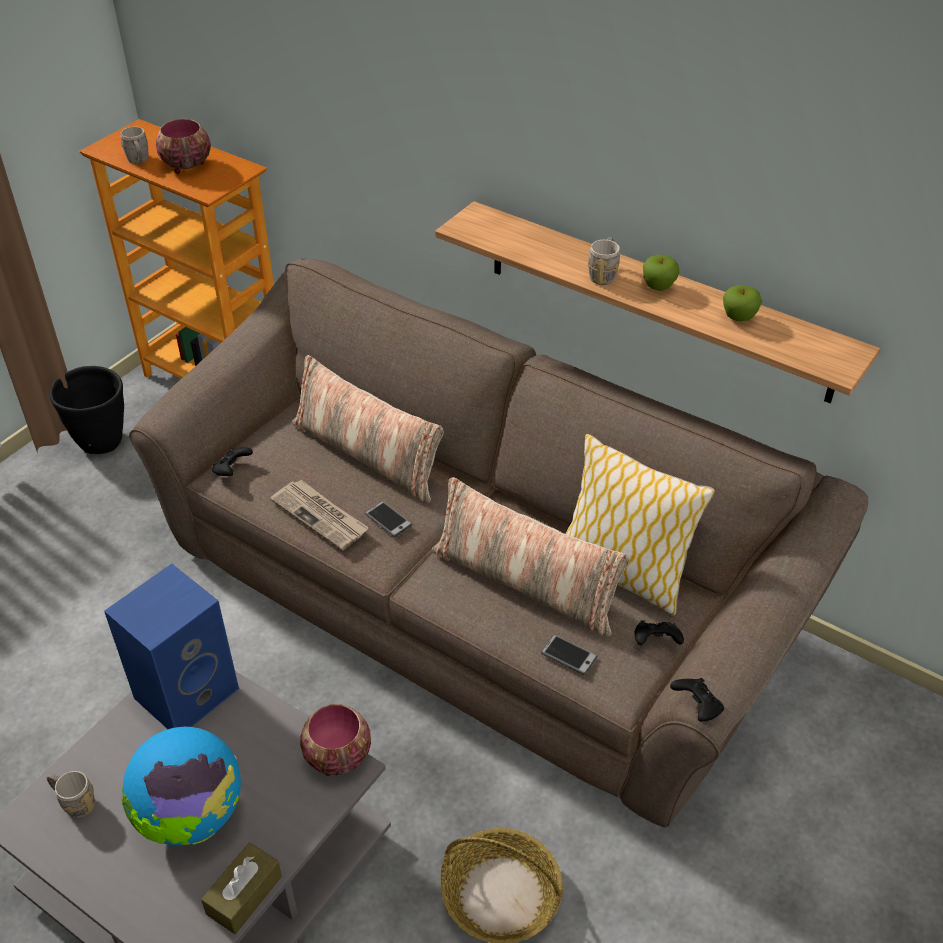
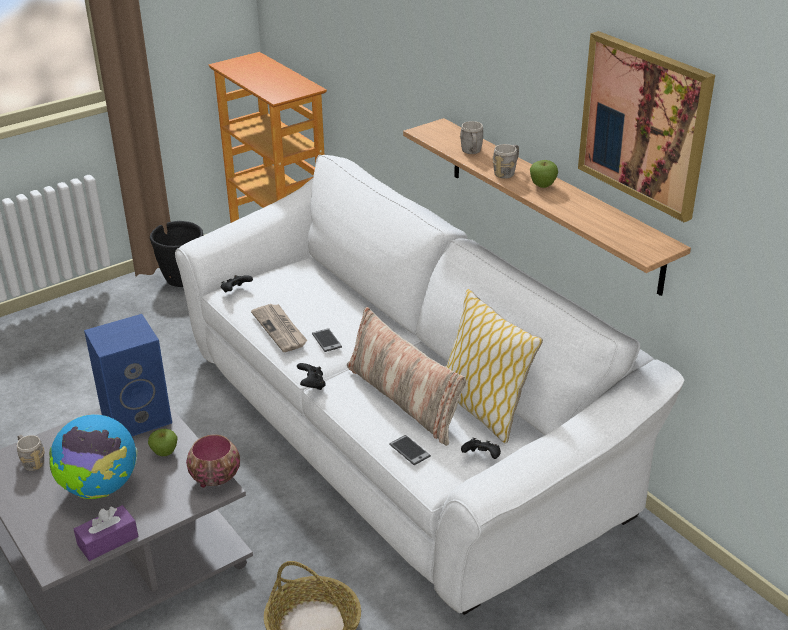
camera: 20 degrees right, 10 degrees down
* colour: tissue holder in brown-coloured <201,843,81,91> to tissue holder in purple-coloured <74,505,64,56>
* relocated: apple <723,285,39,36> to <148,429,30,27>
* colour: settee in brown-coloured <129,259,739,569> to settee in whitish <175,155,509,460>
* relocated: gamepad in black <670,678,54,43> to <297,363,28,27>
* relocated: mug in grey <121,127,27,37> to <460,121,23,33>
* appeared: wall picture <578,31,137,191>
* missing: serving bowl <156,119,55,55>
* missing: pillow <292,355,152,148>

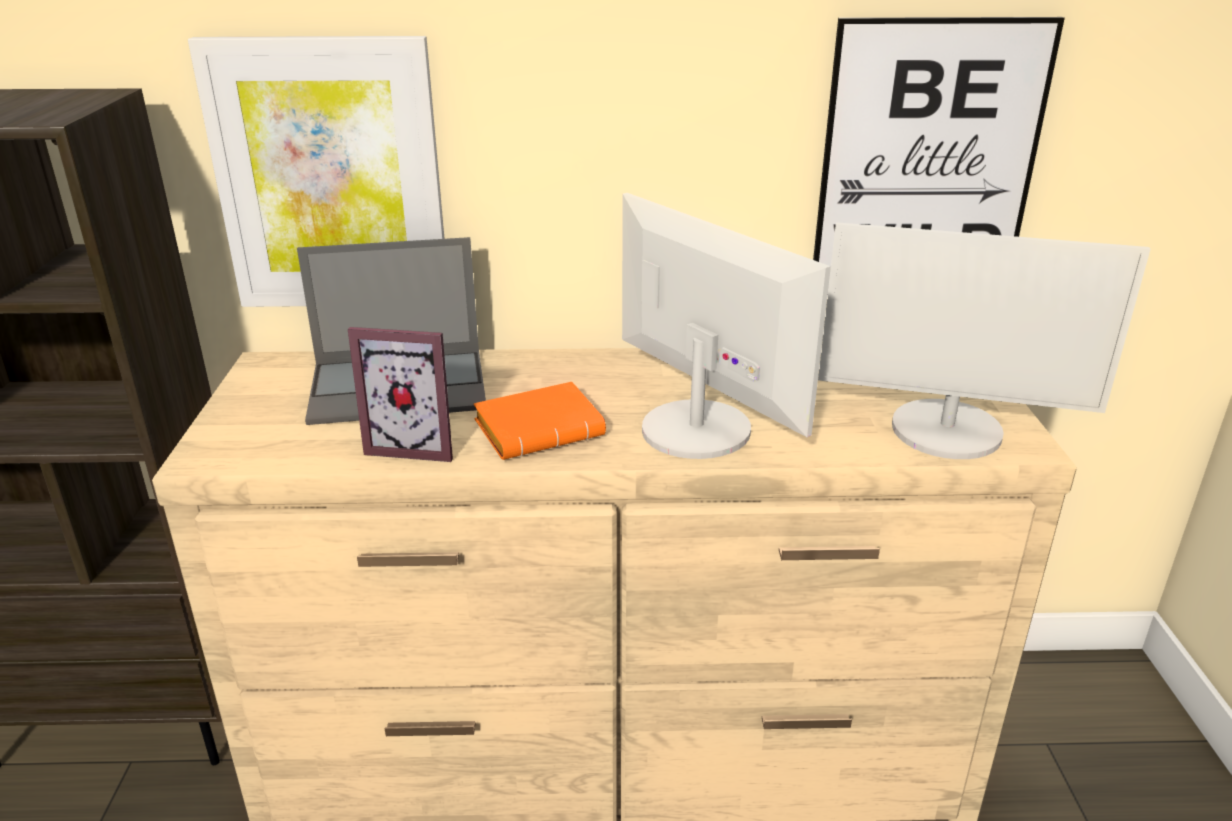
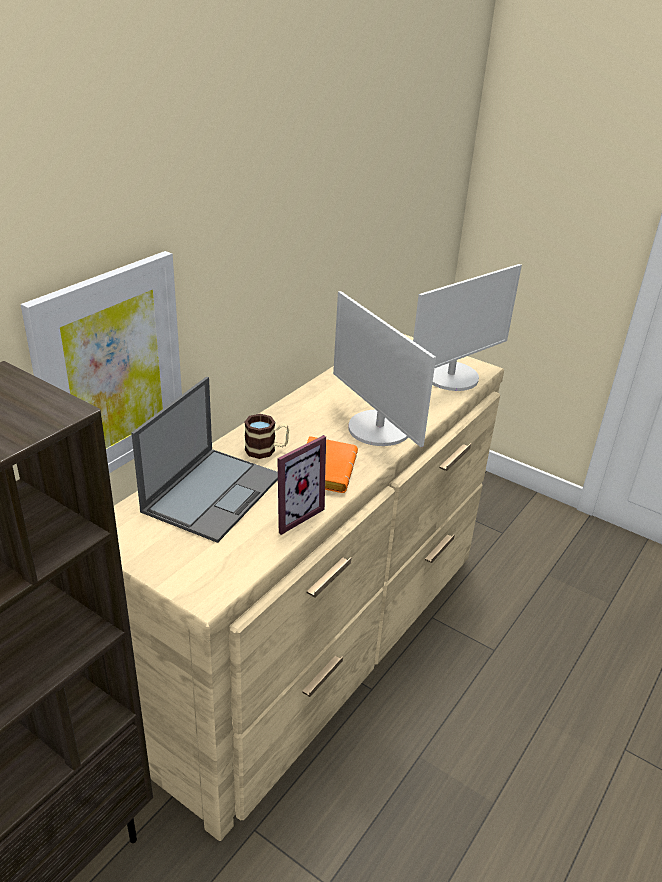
camera: 55 degrees left, 5 degrees up
* appeared: mug <244,414,45,45>
* spun: monitor <622,193,209,266> = <333,291,103,156> 120 degrees counterclockwise
* missing: wall picture <813,17,252,279>

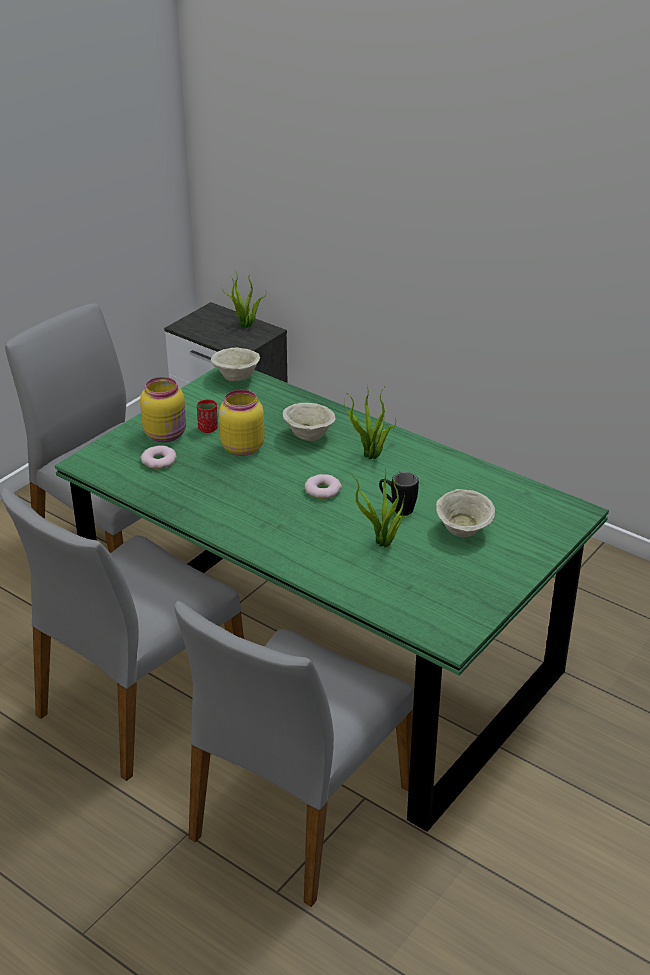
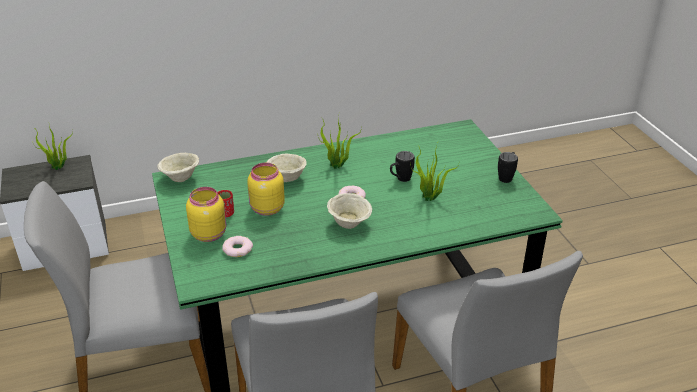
camera: 55 degrees left, 0 degrees up
* relocated: serving bowl in sand-coloured <436,489,59,48> to <327,193,45,36>
* appeared: mug in black <498,152,20,31>

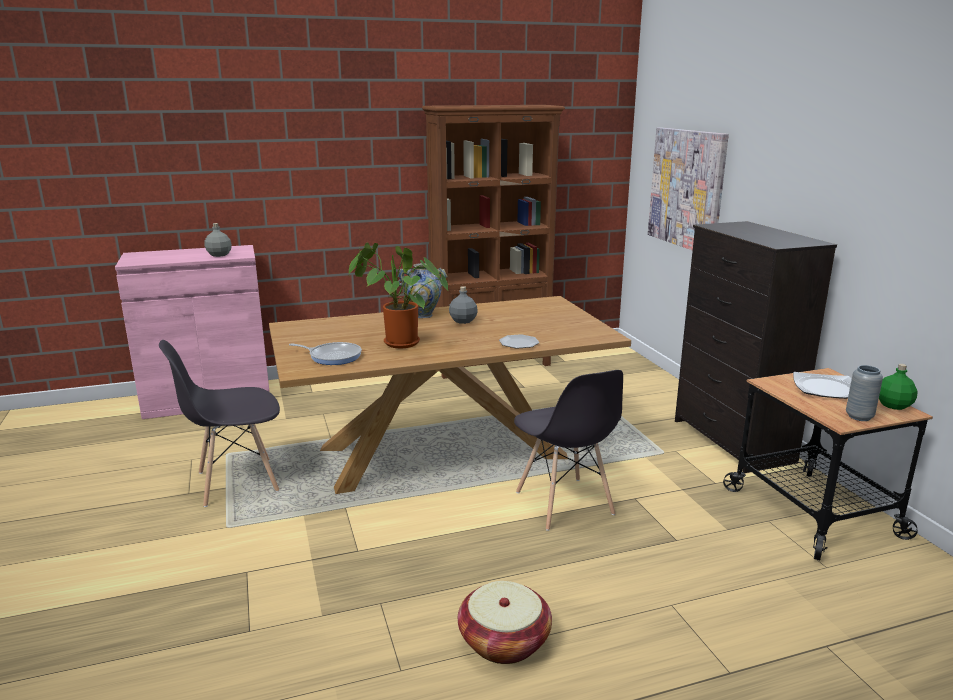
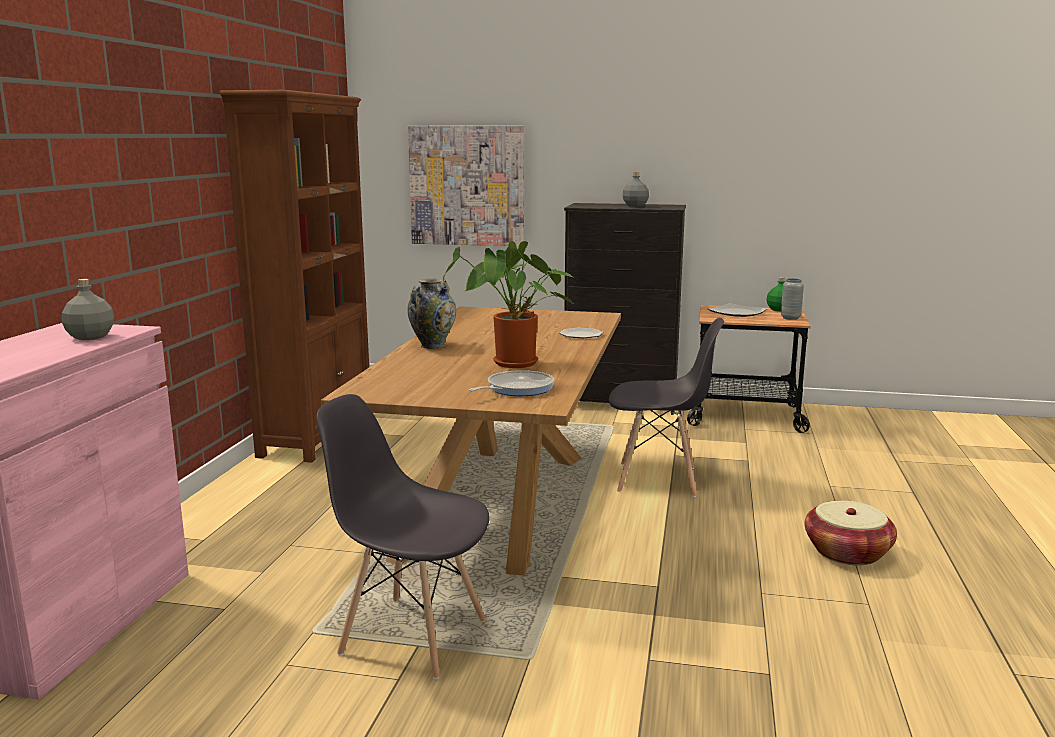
camera: 60 degrees left, 5 degrees down
* spun: chair in grey <159,340,121,167> = <317,394,172,285> 105 degrees clockwise
* relocated: beverage bottle in grey <449,286,29,38> to <622,172,27,35>

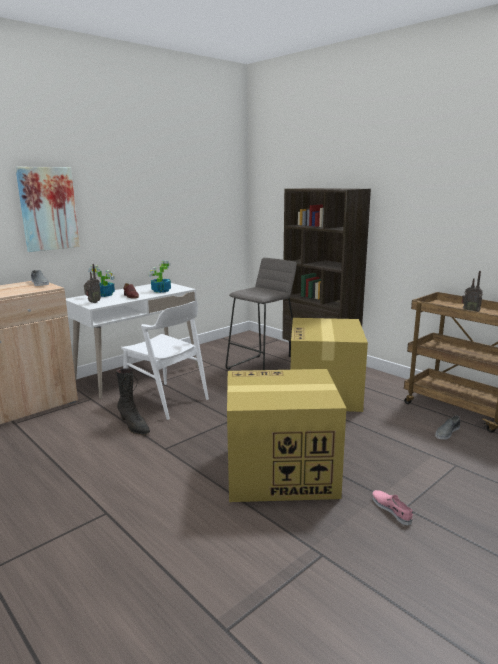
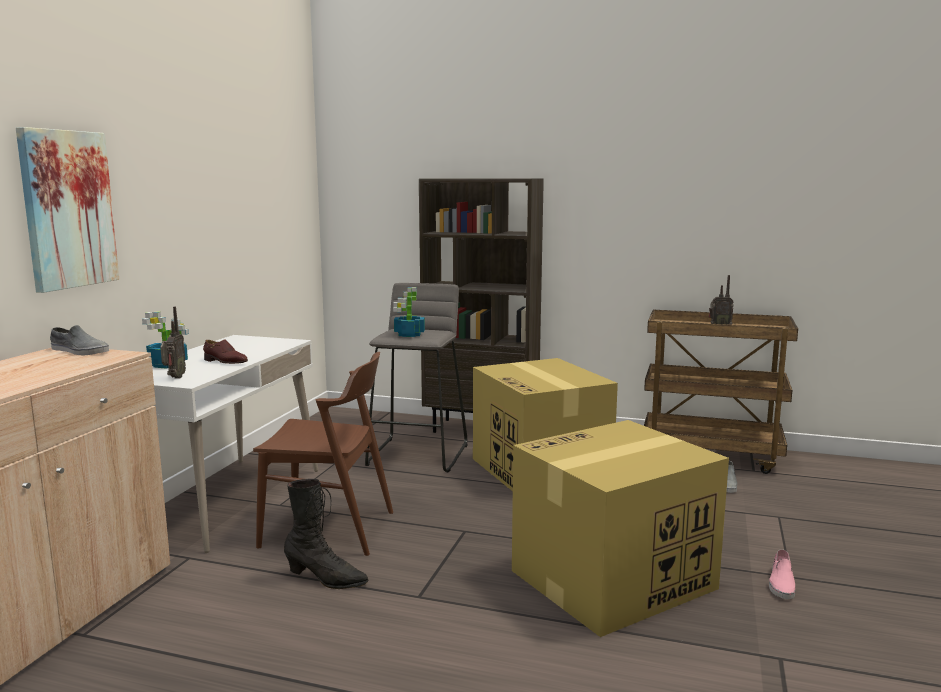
camera: 30 degrees left, 5 degrees down
* colour: chair in whitish <121,301,88,119> to chair in brown-coloured <253,352,140,204>
* relocated: houseplant <148,261,23,32> to <393,287,32,50>
* spun: low shoe in pink <372,490,41,36> = <769,549,26,50> 105 degrees counterclockwise

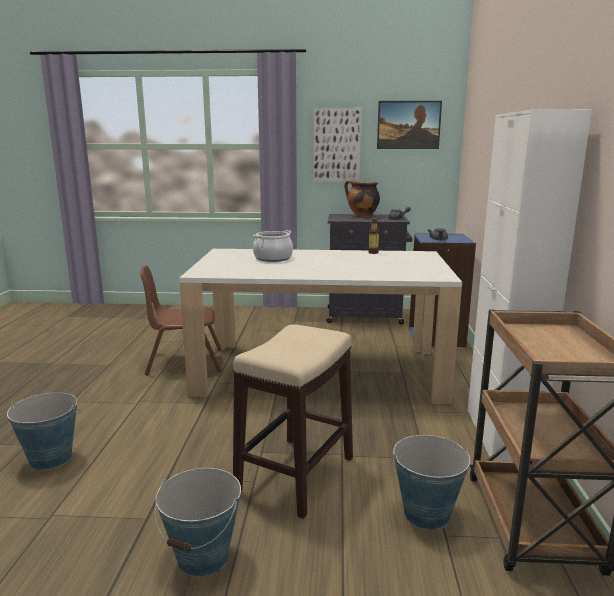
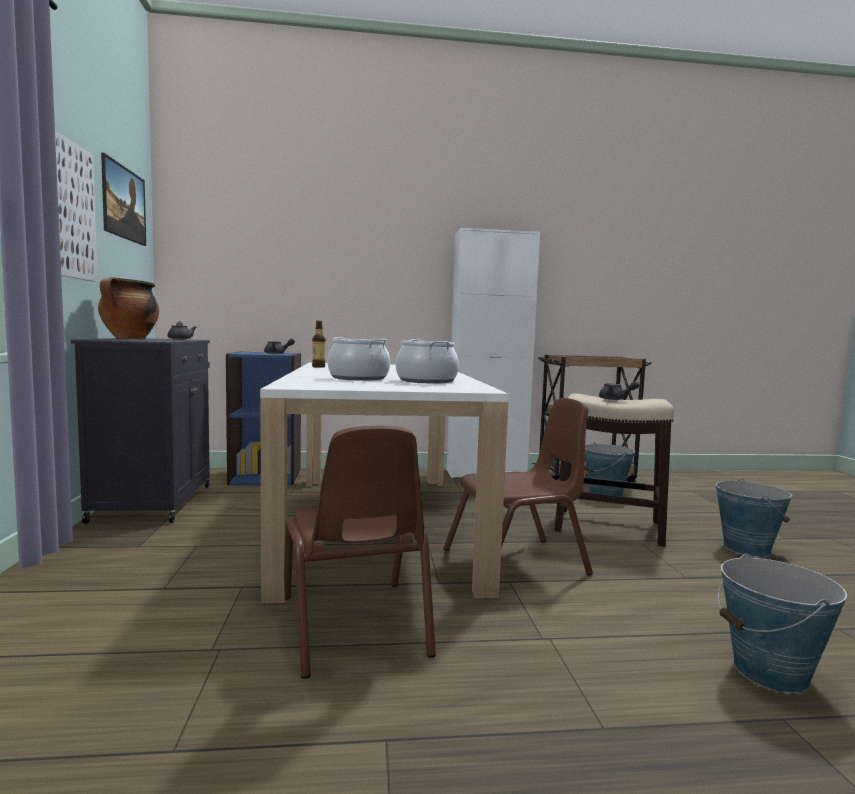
camera: 100 degrees left, 10 degrees down
* appeared: stockpot <396,339,63,45>
* appeared: chair in brown-coloured <444,398,149,177>
* appeared: teapot in grey <599,381,40,19>

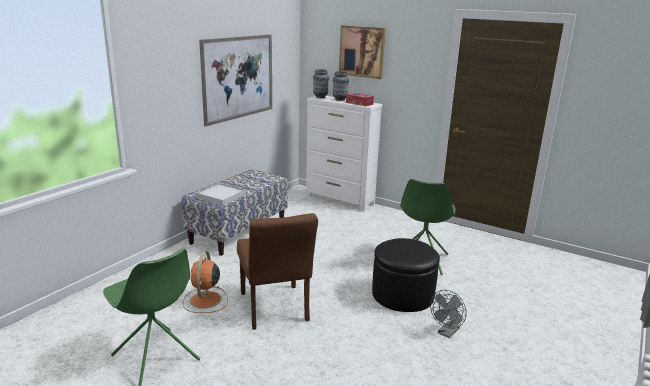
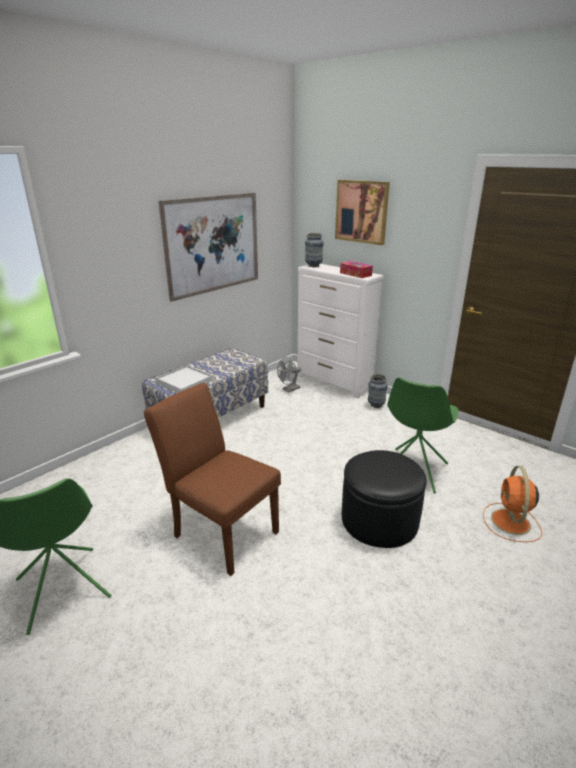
camera: 10 degrees right, 5 degrees up
* spun: chair in brown-coloured <237,213,81,117> = <144,383,137,193> 135 degrees clockwise
* relocated: fan in grey <430,290,37,48> to <277,357,24,36>
* relocated: vase <333,71,16,30> to <368,374,20,34>
* relocated: fan in orange <183,251,45,62> to <483,466,59,76>

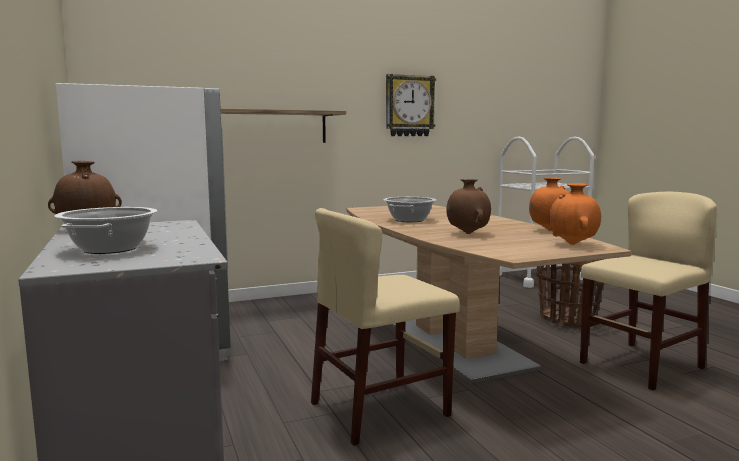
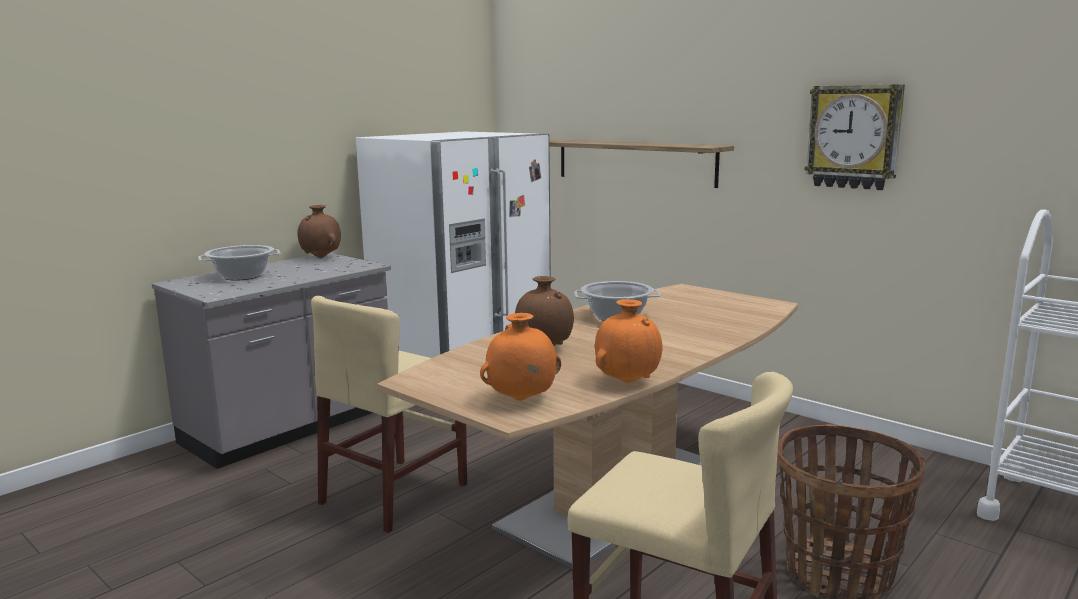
camera: 65 degrees right, 5 degrees up
* spun: chair in sand-coloured <311,208,149,238> = <311,296,156,237> 90 degrees counterclockwise

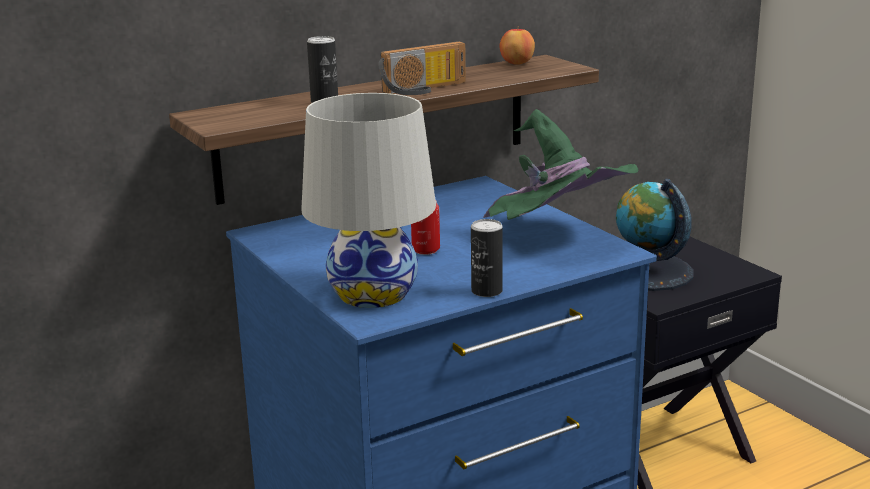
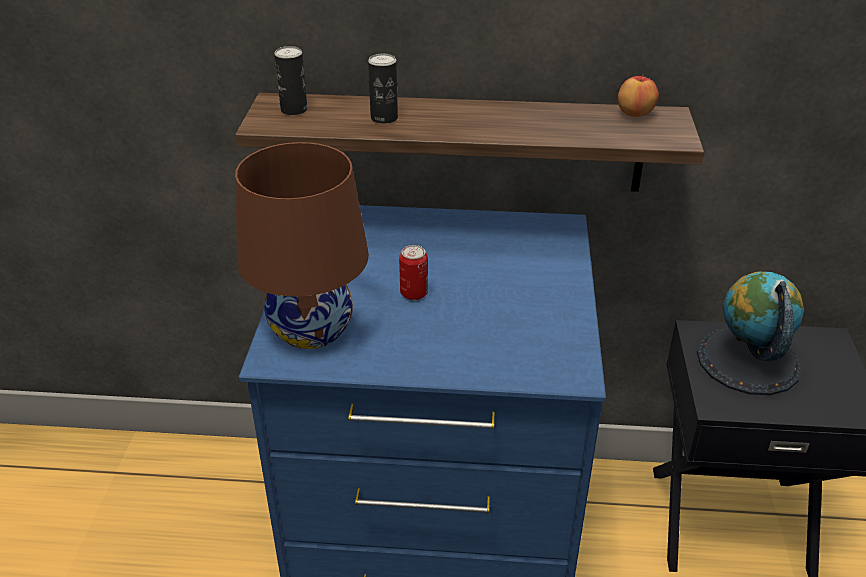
camera: 35 degrees right, 15 degrees up
* colour: table lamp in whitish <301,93,135,215> to table lamp in brown-coloured <235,142,134,207>
* relocated: can <471,219,32,78> to <274,46,33,69>
* missing: radio receiver <378,41,88,54>
* missing: hat in greenish <483,109,155,111>

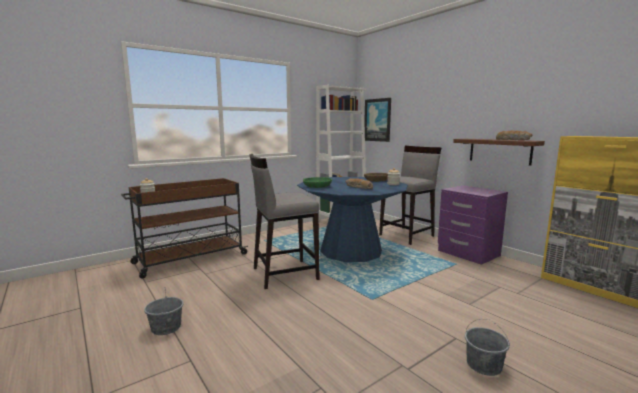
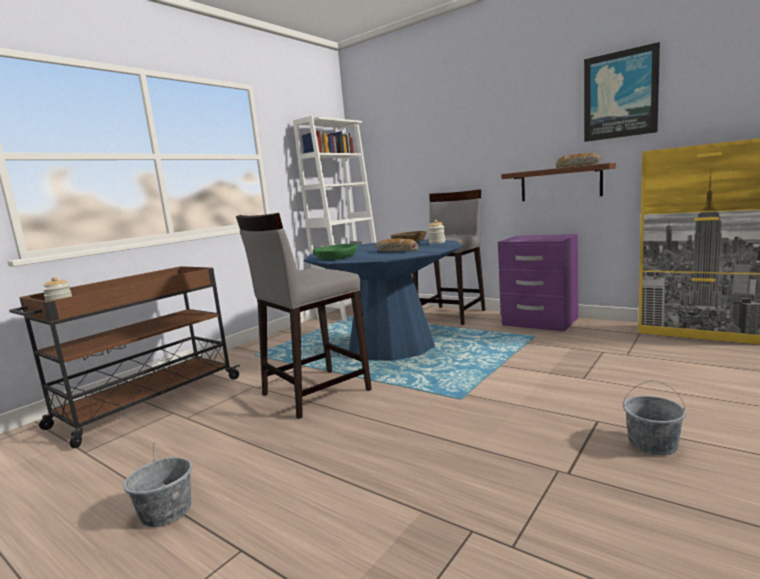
camera: 15 degrees left, 0 degrees up
* relocated: wall picture <364,98,27,44> to <584,42,76,100>

